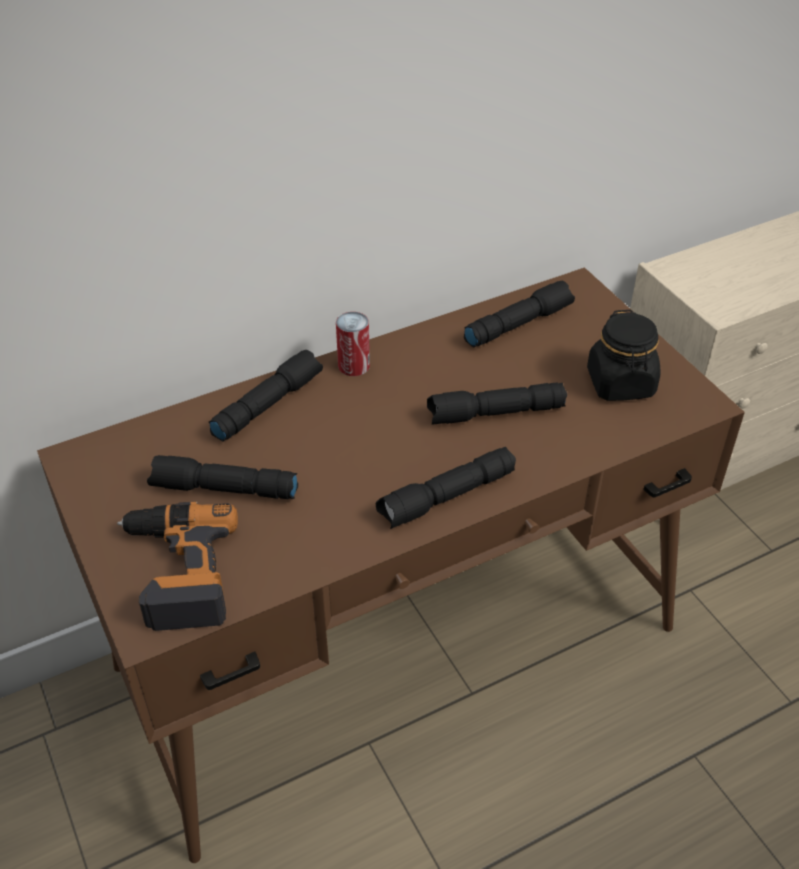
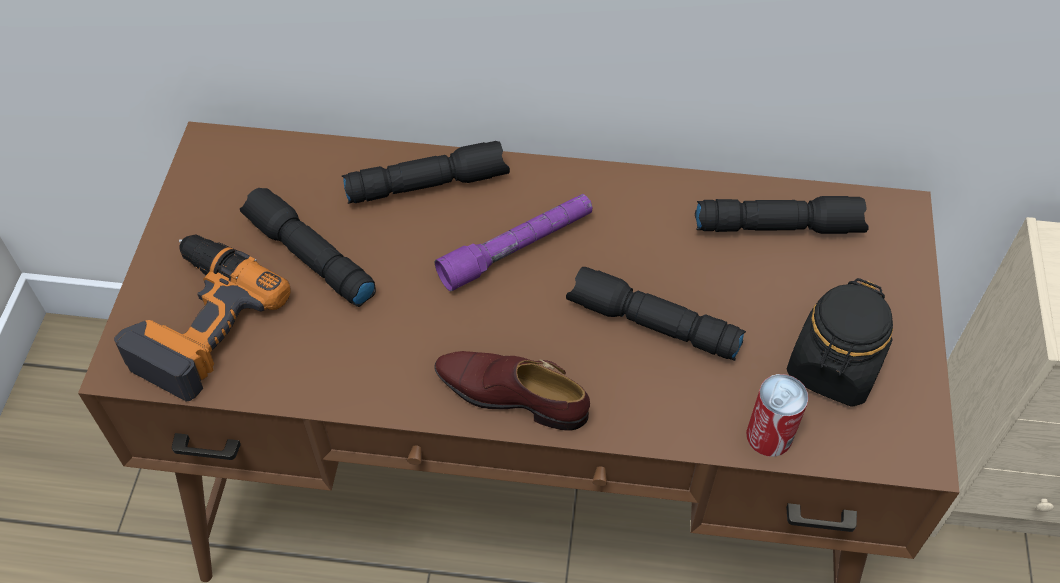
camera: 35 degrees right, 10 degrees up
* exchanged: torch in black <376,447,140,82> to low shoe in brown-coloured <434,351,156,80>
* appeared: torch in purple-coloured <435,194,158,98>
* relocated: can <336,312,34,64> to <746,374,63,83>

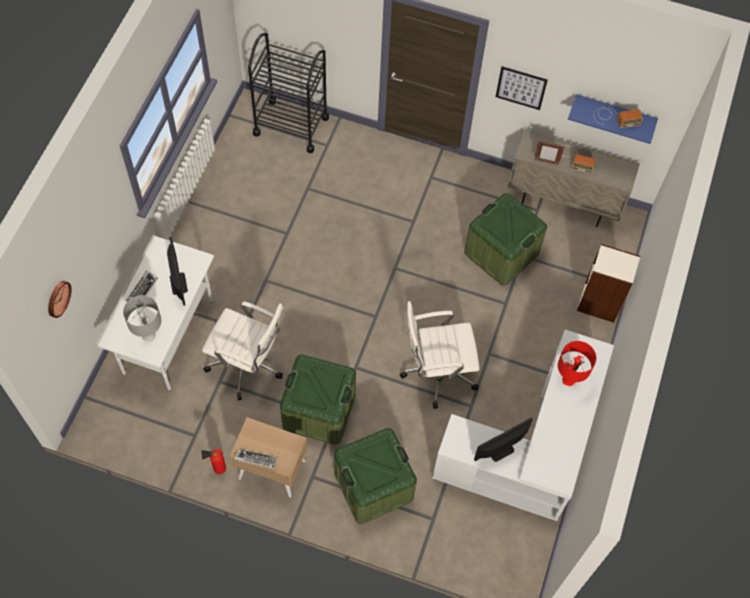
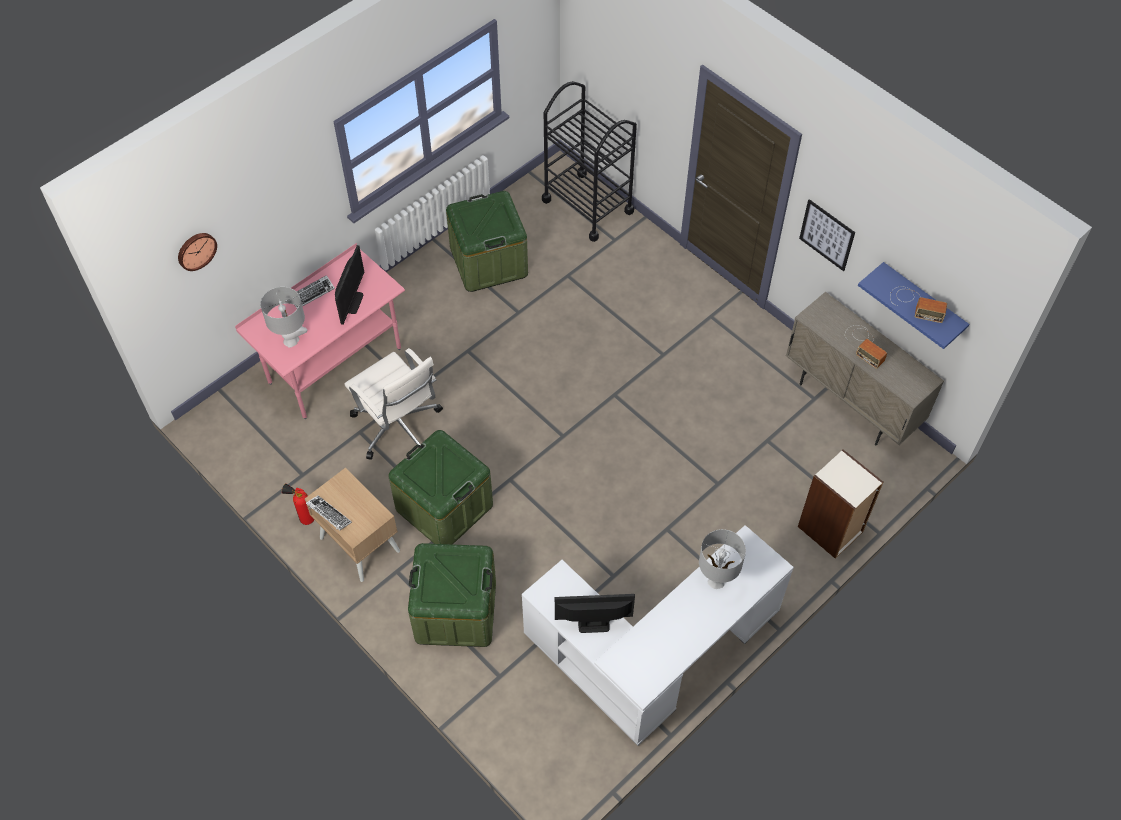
camera: 30 degrees right, 5 degrees down
* colour: desk in whitish <97,234,117,157> to desk in pink <235,243,170,176>
* relocated: storage bin in greenish <464,193,83,92> to <446,191,82,101>
* colour: table lamp in reddish <558,341,38,45> to table lamp in grey <699,529,47,60>
* missing: office chair in whitish <400,301,80,108>
* missing: picture frame <534,141,30,24>

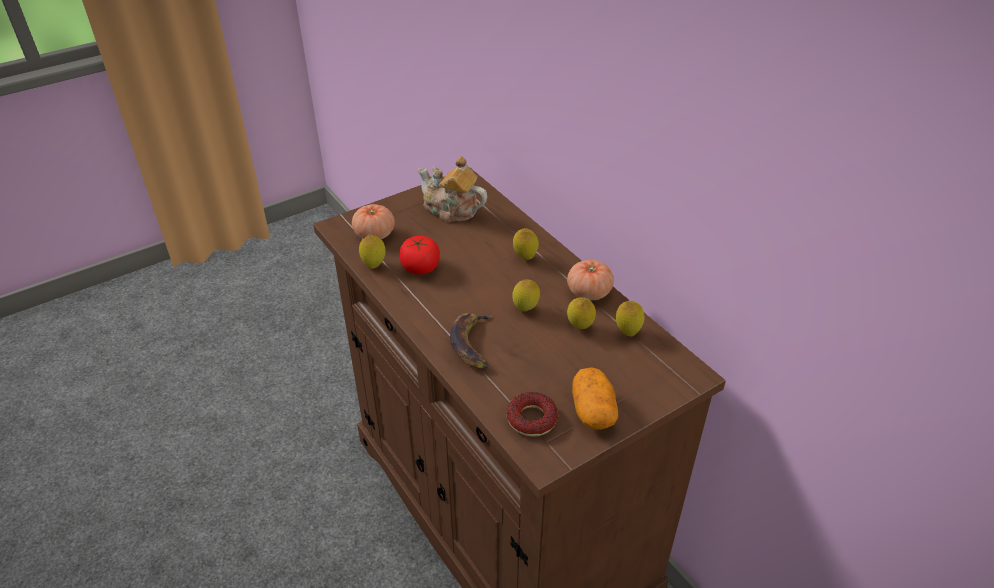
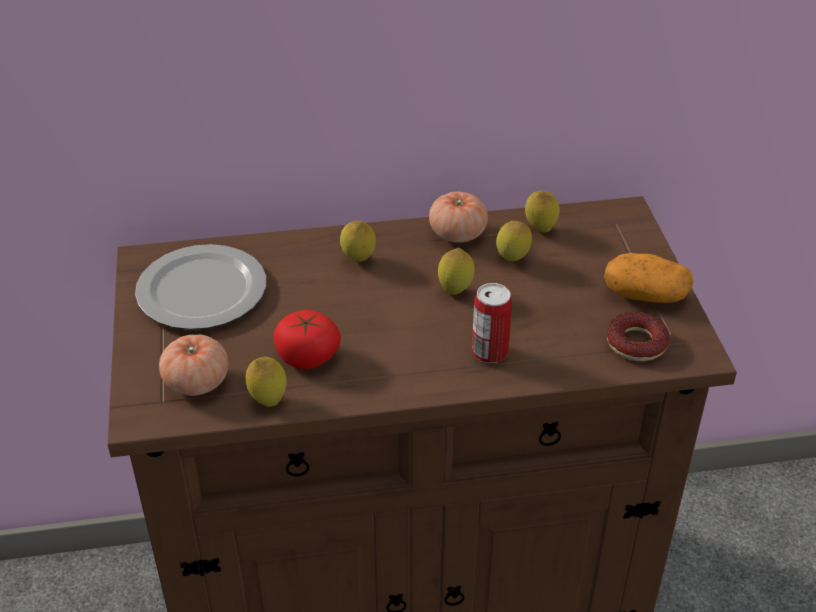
camera: 65 degrees left, 0 degrees up
* exchanged: teapot <418,156,69,66> to plate <135,244,131,86>
* exchanged: banana fruit <450,313,42,56> to can <472,283,40,80>

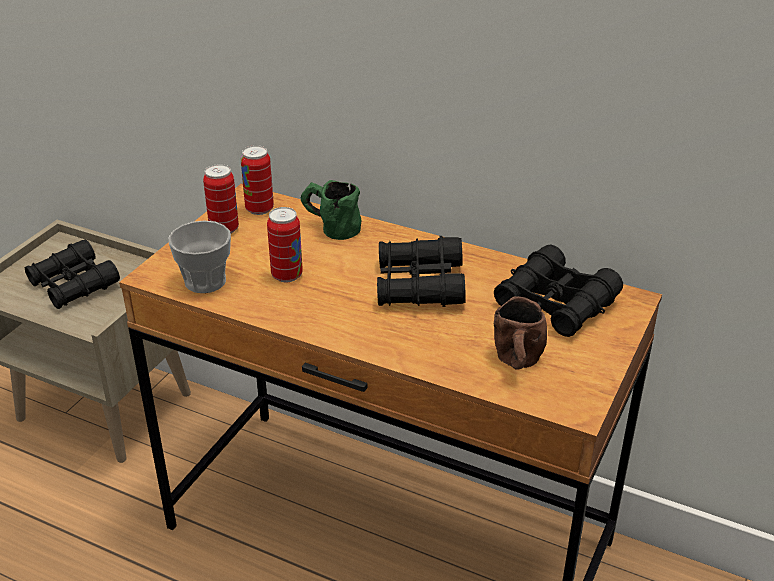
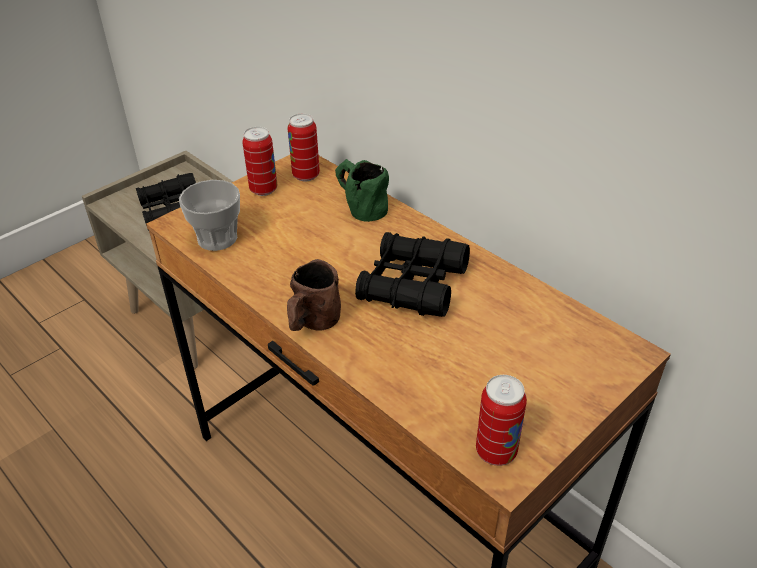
camera: 20 degrees right, 5 degrees up
* relocated: mug in brown-coloured <494,297,53,73> to <287,259,54,72>
* relocated: can <267,207,36,75> to <476,375,51,91>
* missing: pair of binoculars in black <494,244,129,93>

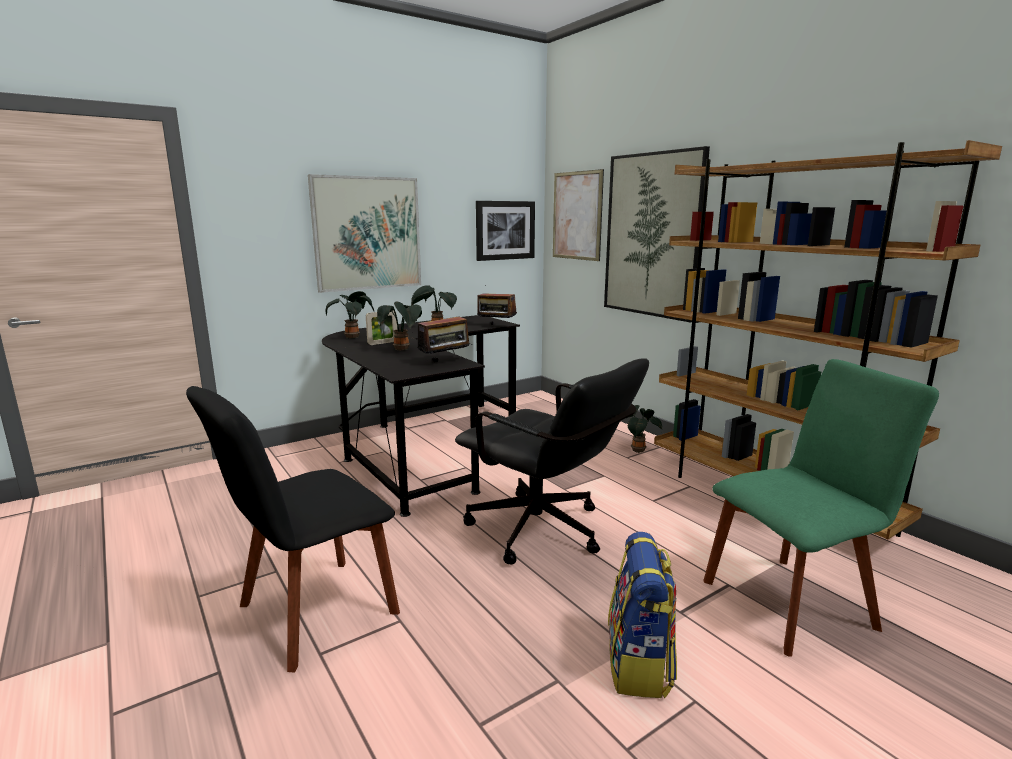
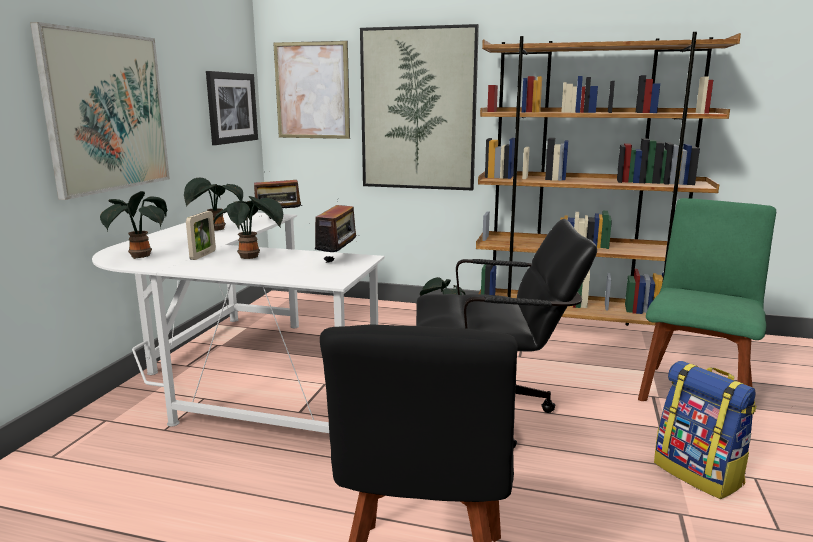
camera: 40 degrees left, 0 degrees up
* colour: desk in black <322,315,198,202> to desk in whitish <92,212,293,221>

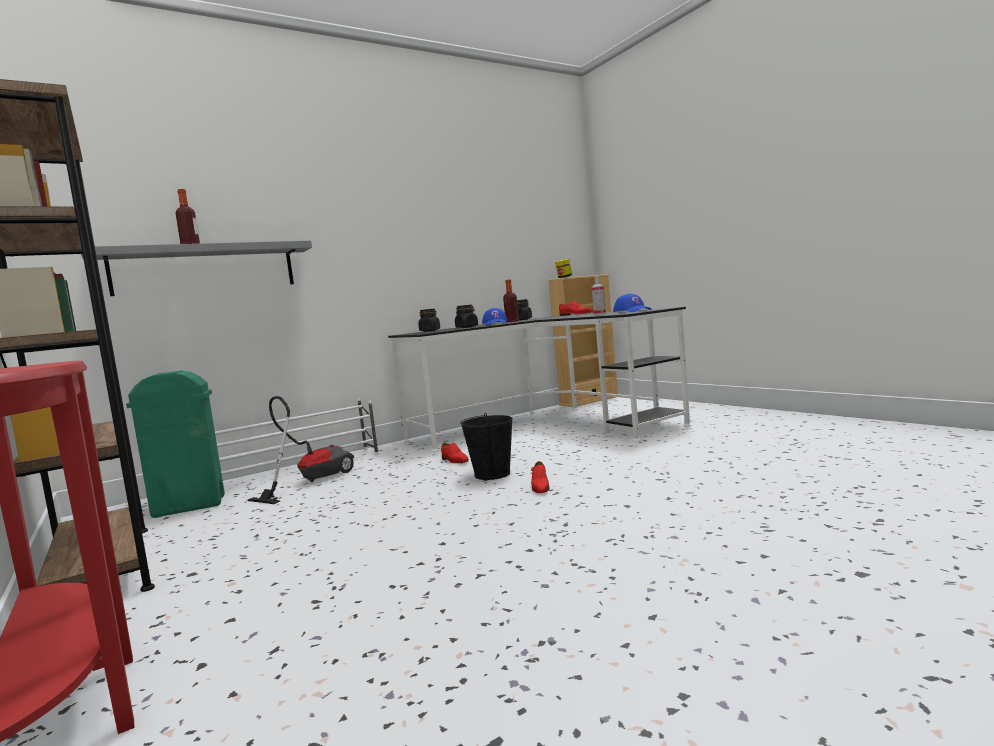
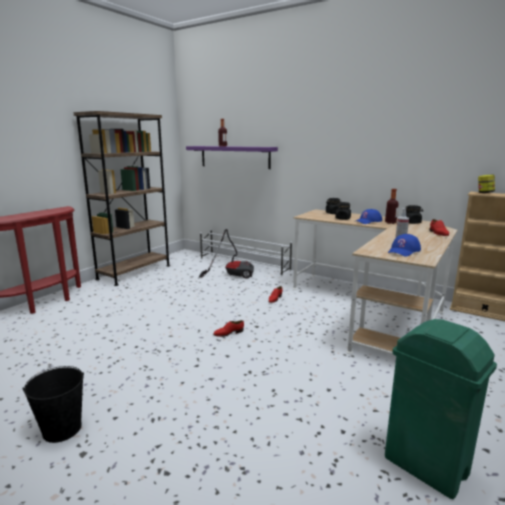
camera: 65 degrees right, 10 degrees up
* relocated: pail in black <460,413,53,67> to <23,366,61,77>
* colour: wall shelf in grey <81,240,231,56> to wall shelf in purple-coloured <186,146,92,23>
* colour: desk in black <388,307,303,145> to desk in sand-coloured <293,209,164,147>
* relocated: trash can in greenish <126,371,99,147> to <385,319,112,180>

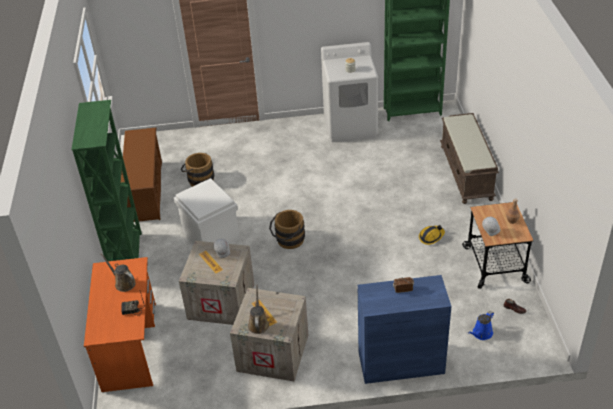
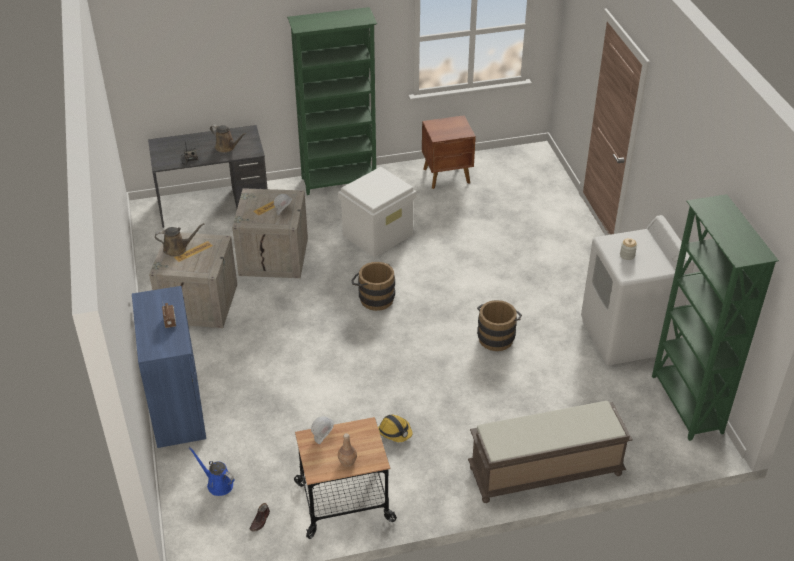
camera: 80 degrees right, 0 degrees up
* colour: desk in orange <84,257,72,135> to desk in grey <148,125,120,103>
* spun: watering pot in brown-coloured <101,253,35,39> = <210,124,37,29> 90 degrees clockwise
* exchanged: shoe stand in brown-coloured <121,128,41,94> to bedside table in brown-coloured <422,115,54,74>
* relocated: pail in brown-coloured <181,153,33,34> to <477,300,45,51>

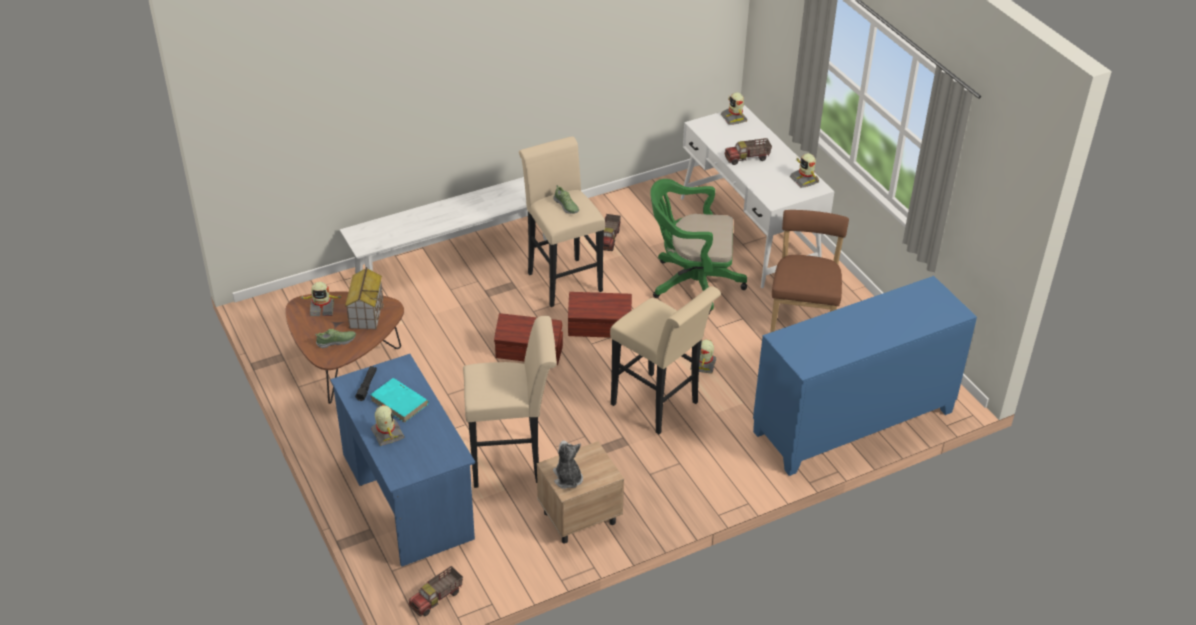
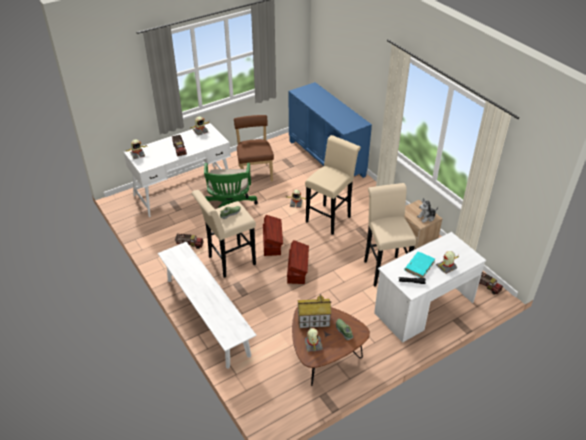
camera: 95 degrees left, 0 degrees up
* spun: chair in brown-coloured <770,210,79,123> = <234,115,40,67> 75 degrees clockwise
* colour: desk in blue <330,354,145,213> to desk in whitish <374,232,112,111>

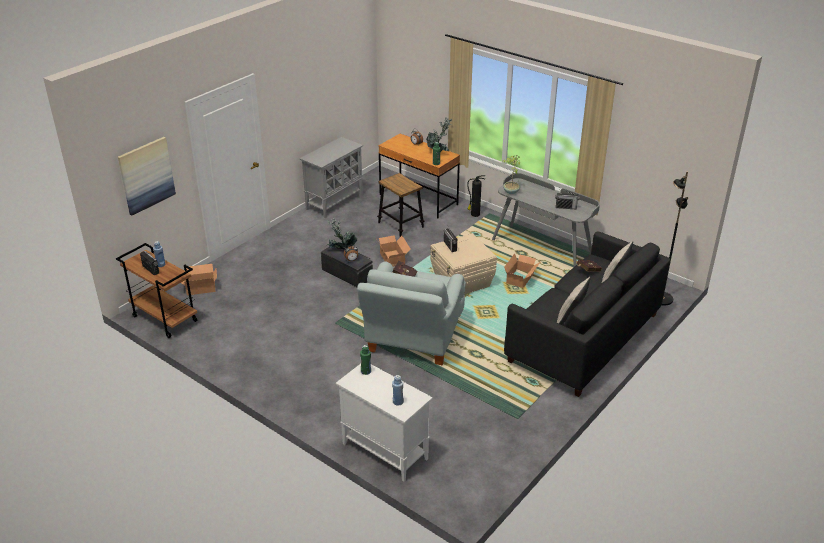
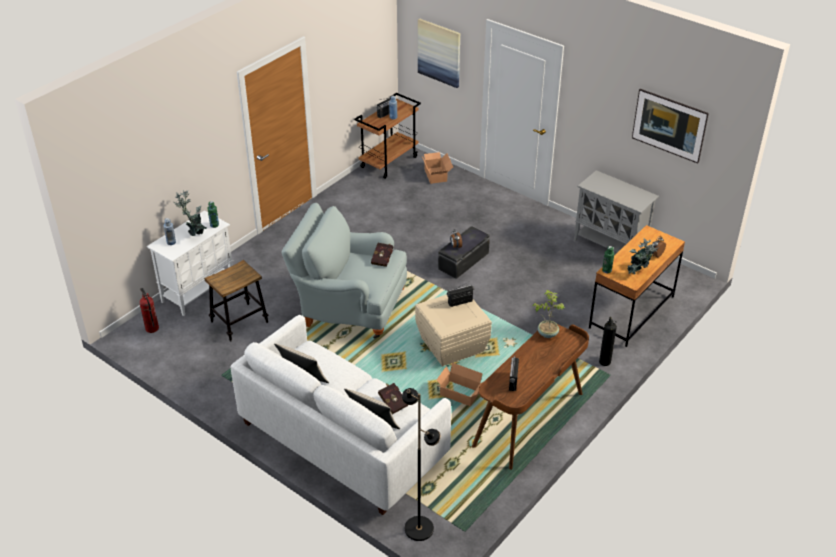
camera: 90 degrees right, 5 degrees up
* appeared: extinguisher <139,288,20,45>
* relocated: houseplant <326,217,31,32> to <174,190,33,46>
* relocated: stool <377,173,48,64> to <204,260,65,82>
* colour: settee in black <504,231,167,166> to settee in whitish <230,315,221,200>
* colour: desk in grey <492,173,108,94> to desk in brown-coloured <472,324,117,146>
* appeared: wall picture <632,89,77,74>
* missing: cardboard box <377,235,34,31>

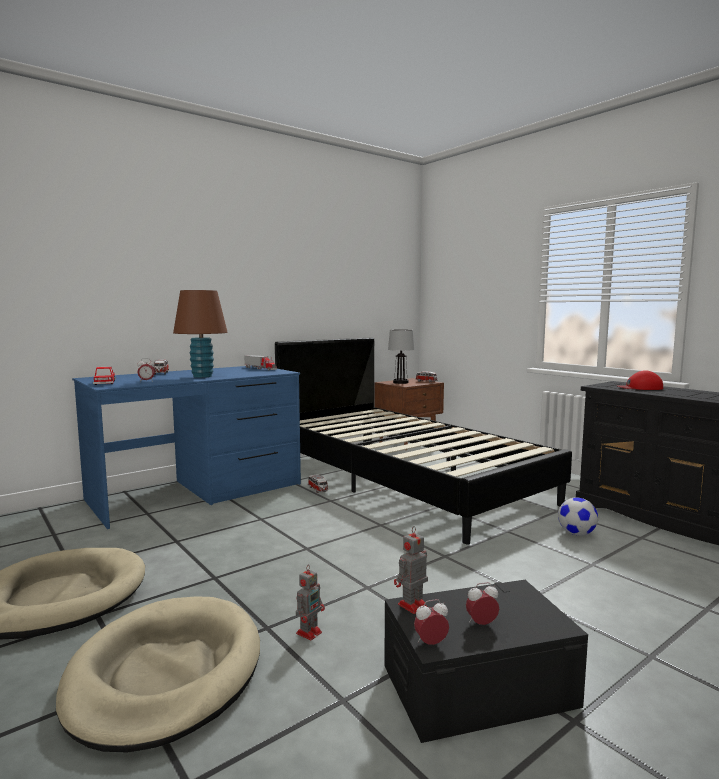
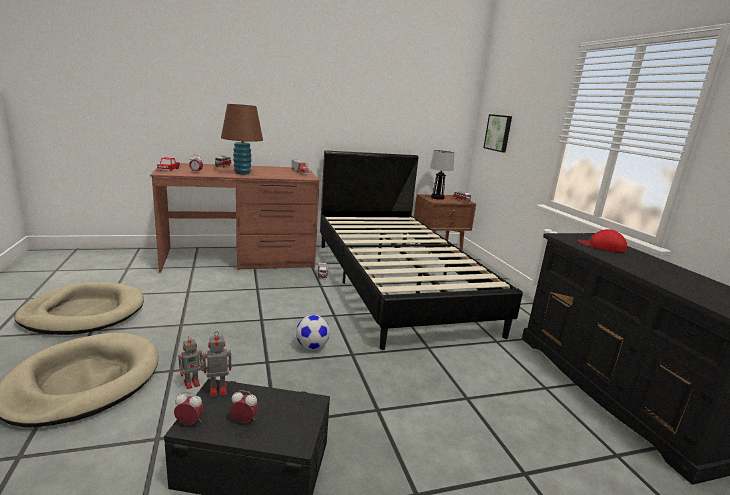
camera: 20 degrees right, 10 degrees up
* colour: desk in blue <72,365,229,164> to desk in brown-coloured <150,163,170,110>
* relocated: ball for football <558,497,40,39> to <296,315,34,34>
* appeared: wall picture <483,114,29,39>

